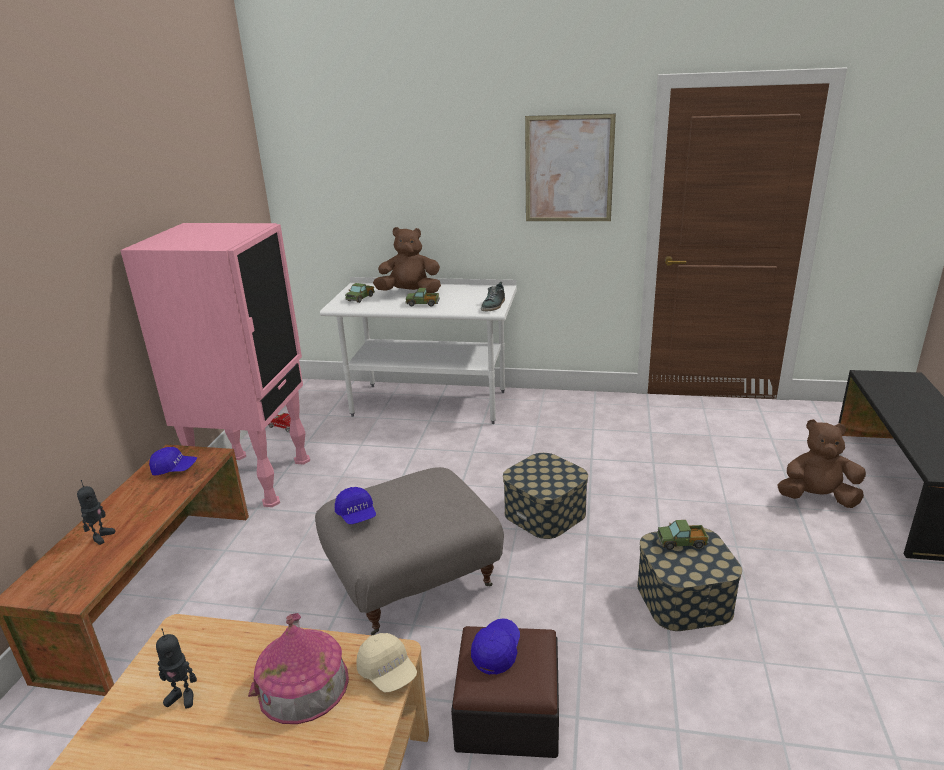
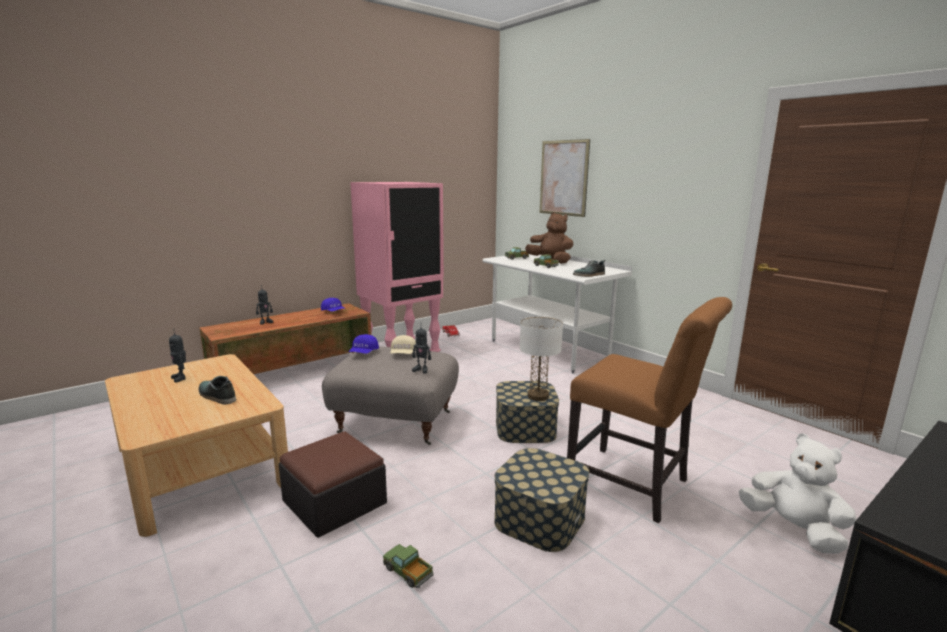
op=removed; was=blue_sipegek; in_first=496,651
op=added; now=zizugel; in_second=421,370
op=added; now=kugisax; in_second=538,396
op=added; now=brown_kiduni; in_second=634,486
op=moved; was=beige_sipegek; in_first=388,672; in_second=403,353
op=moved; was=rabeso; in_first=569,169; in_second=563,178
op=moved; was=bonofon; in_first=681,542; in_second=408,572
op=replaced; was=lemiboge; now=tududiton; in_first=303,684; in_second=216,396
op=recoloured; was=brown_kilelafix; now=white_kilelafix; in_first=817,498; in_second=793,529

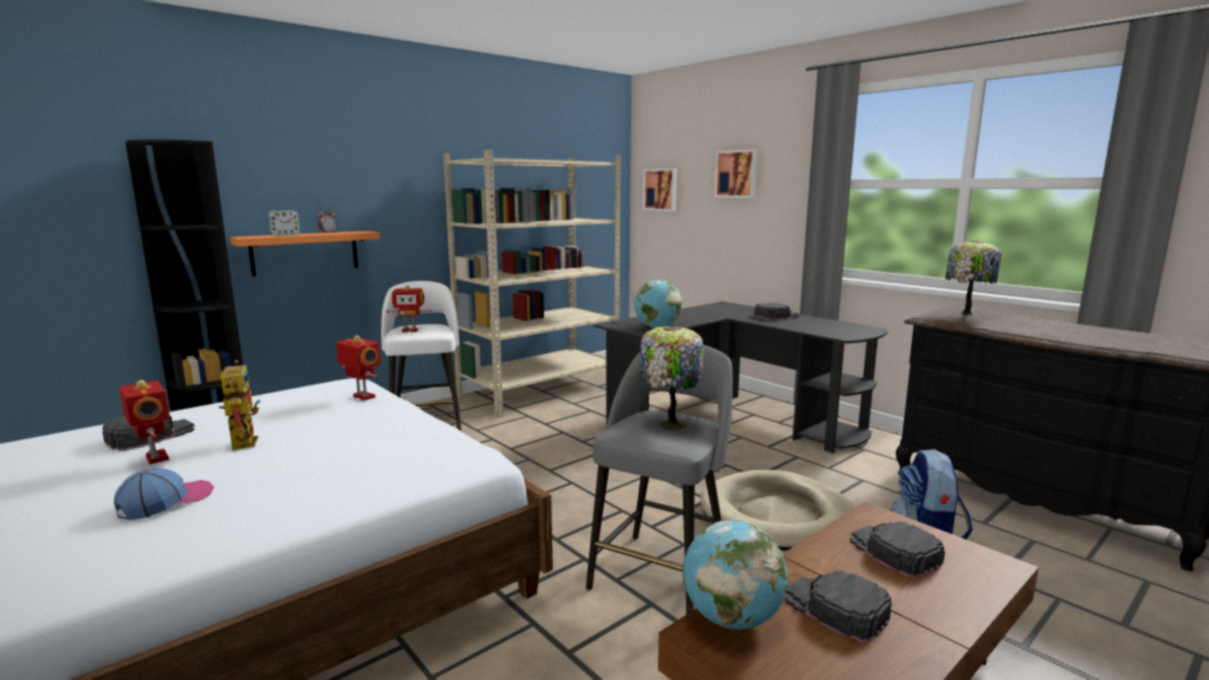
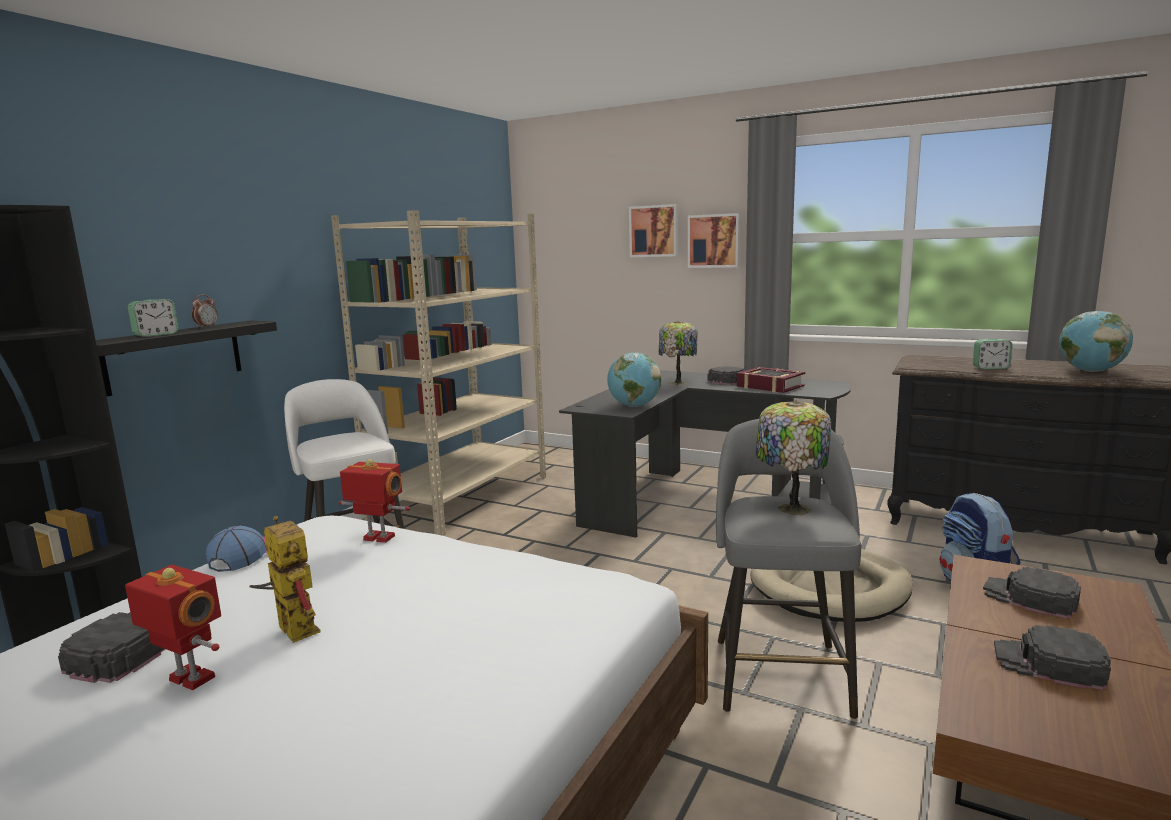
op=removed; was=zizugel; in_first=410,330
op=added; now=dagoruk; in_second=770,386
op=added; now=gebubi; in_second=990,367
op=moved; was=sipegek; in_first=166,501; in_second=244,555
op=moved; was=rabeso; in_first=661,189; in_second=714,241
op=moved; was=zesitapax; in_first=732,618; in_second=1090,371
op=moved; was=kugisax; in_first=965,315; in_second=677,383
op=recoloured; was=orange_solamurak; now=black_solamurak; in_first=305,252; in_second=174,356

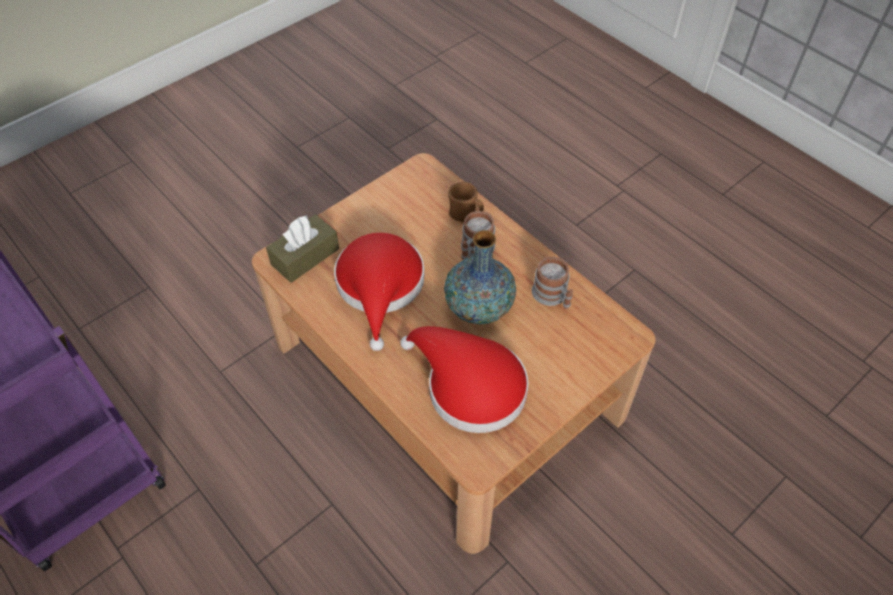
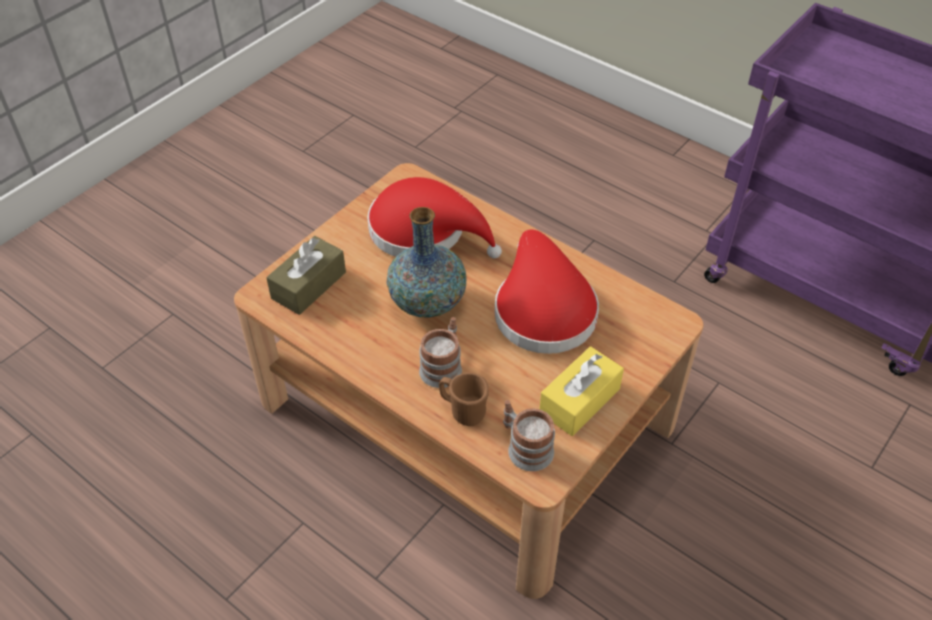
op=added; now=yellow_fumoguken; in_second=579,400
op=moved; was=brown_fumoguken; in_first=305,256; in_second=309,285
op=moved; was=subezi; in_first=553,296; in_second=525,447

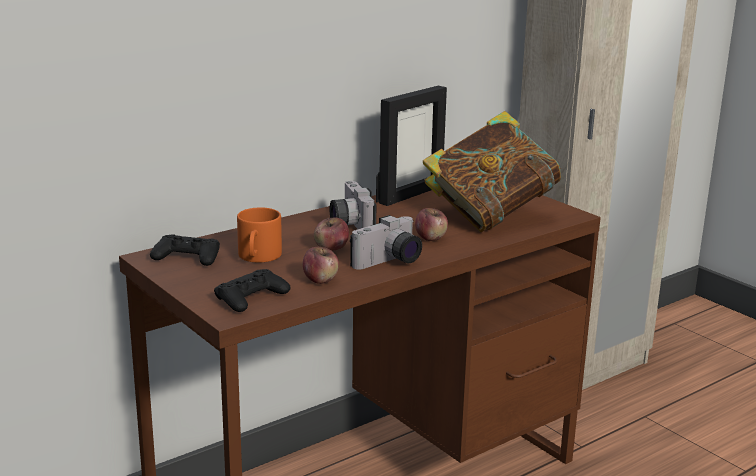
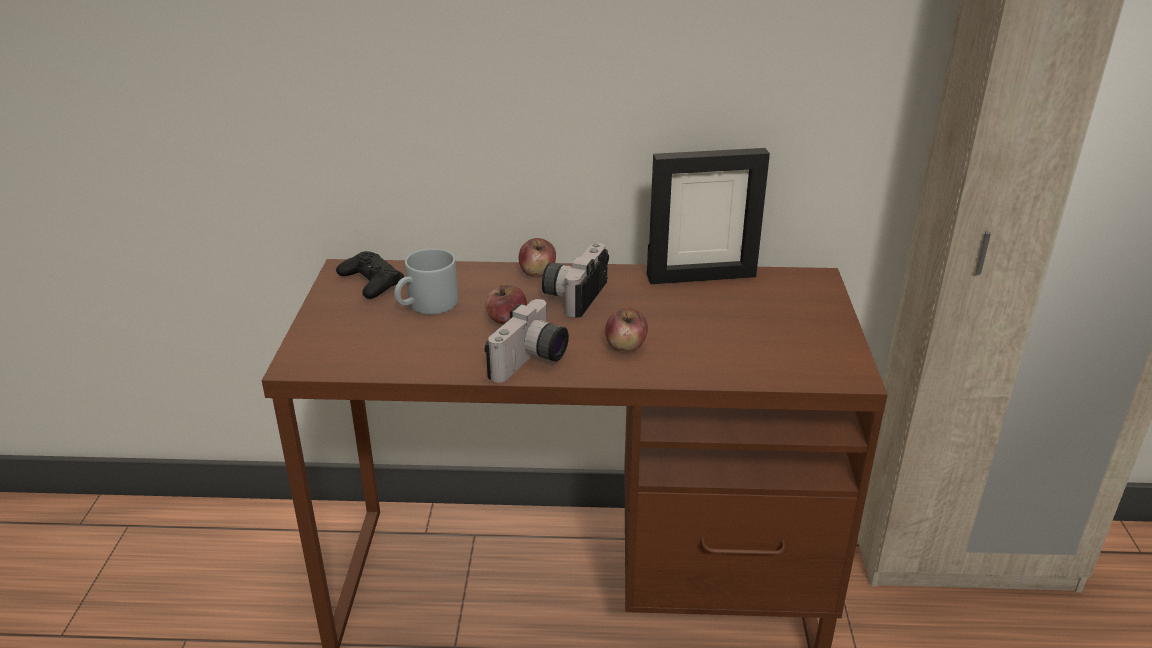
op=removed; was=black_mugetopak; in_first=251,298
op=removed; was=dagoruk; in_first=490,215
op=moved; was=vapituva; in_first=320,280; in_second=537,272
op=recoloured; was=orange_subezi; now=grey_subezi; in_first=259,257; in_second=427,305
op=turned; was=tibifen; in_first=389,262; in_second=531,362; clockwise=-60

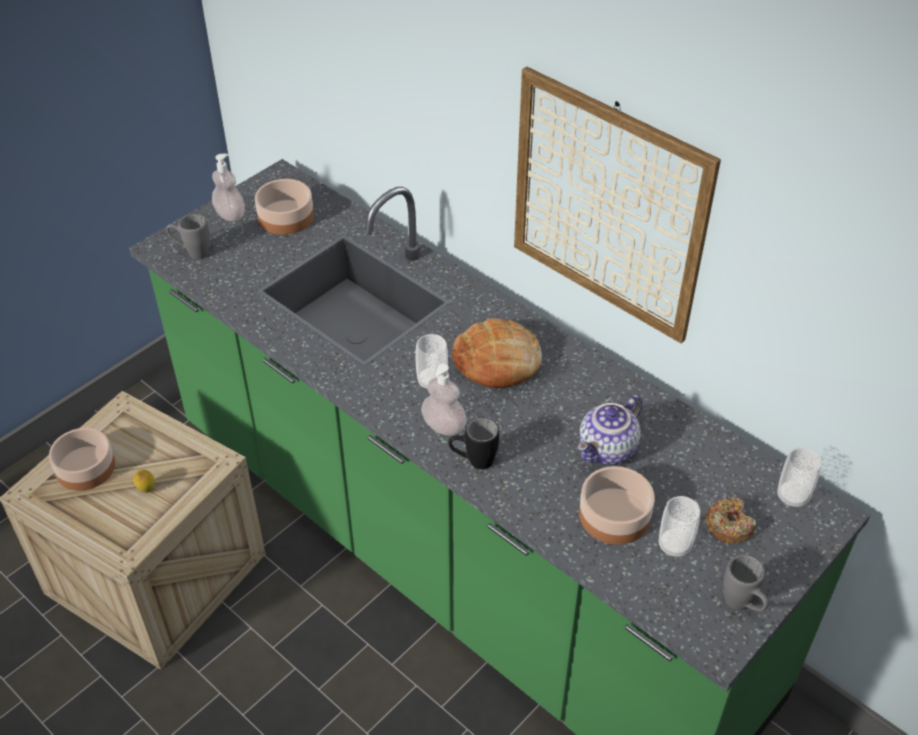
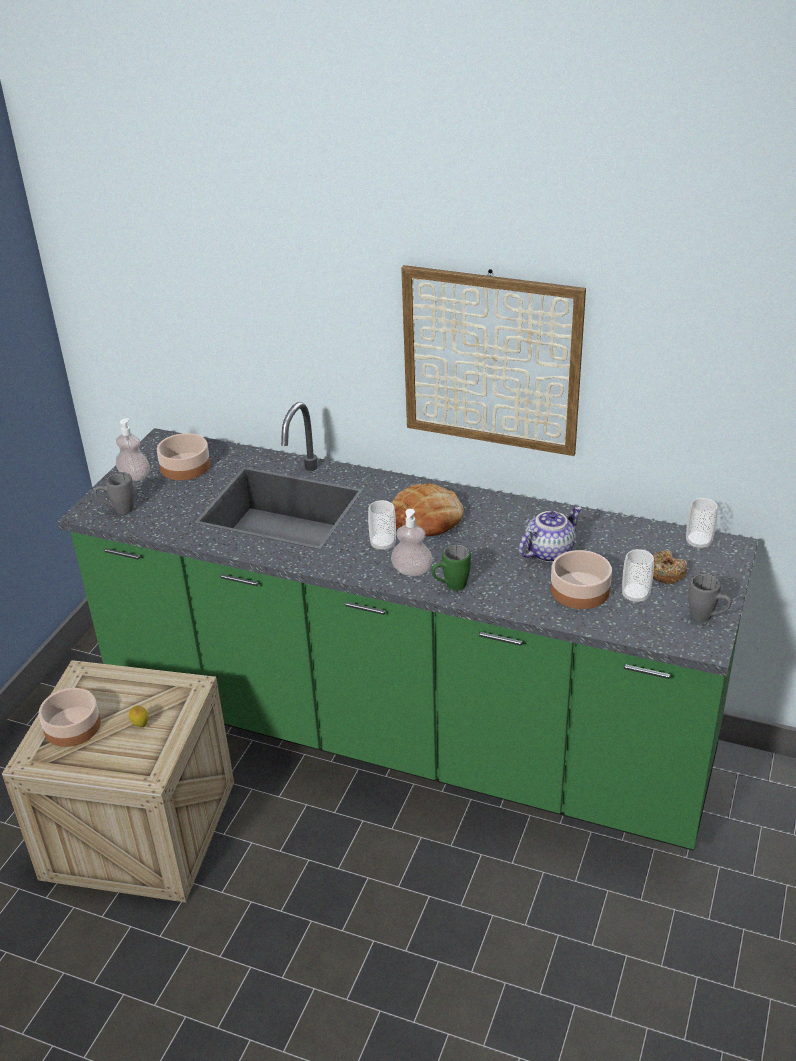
op=recoloured; was=black_subezi; now=green_subezi; in_first=473,461; in_second=450,587
op=turned; was=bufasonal; in_first=608,450; in_second=548,551; clockwise=-150

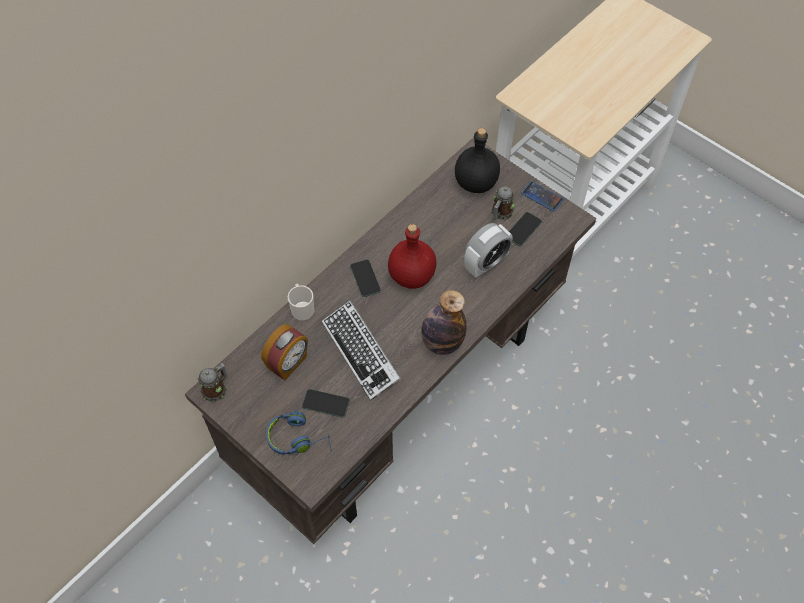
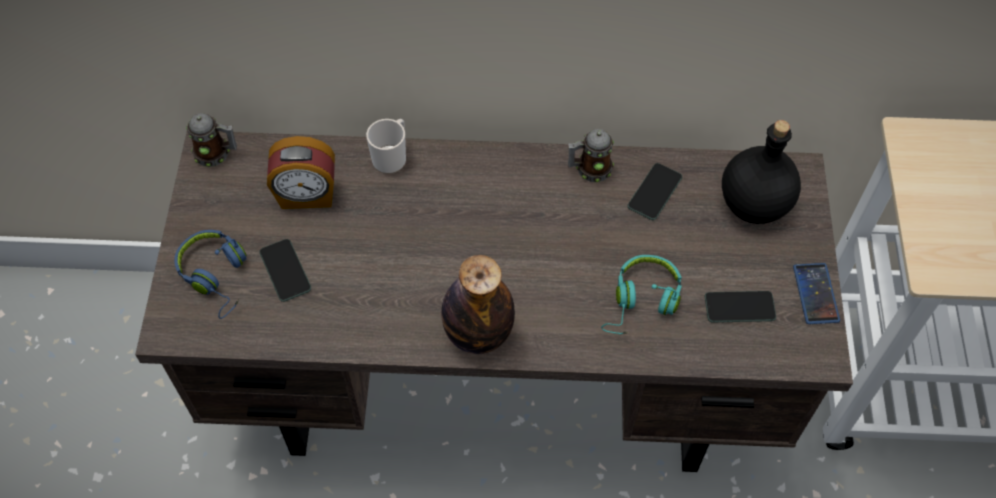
op=removed; was=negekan; in_first=361,353
op=removed; was=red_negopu; in_first=411,275
op=moved; was=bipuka; in_first=365,278; in_second=654,192
op=moved; was=subezi; in_first=500,213; in_second=589,169
op=replaced; was=gebubi; now=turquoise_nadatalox; in_first=486,264; in_second=641,302

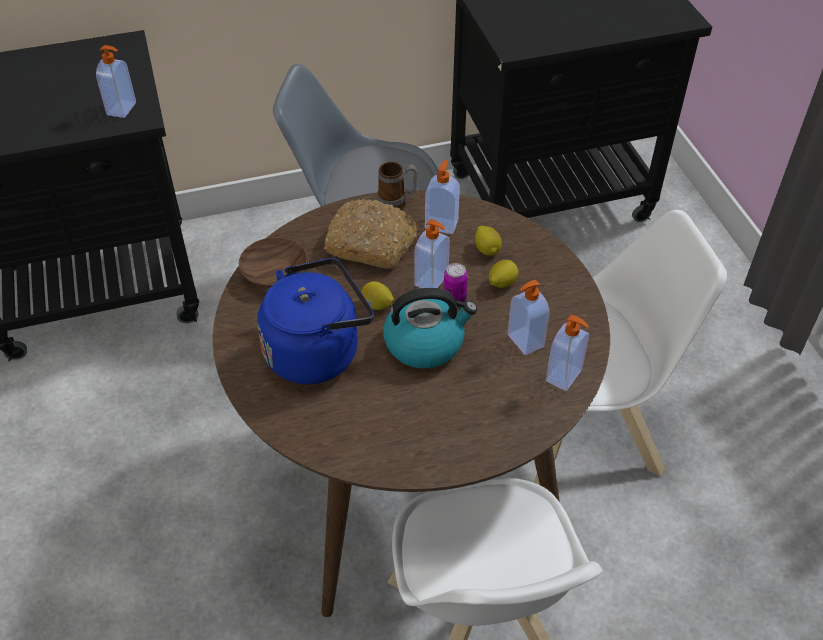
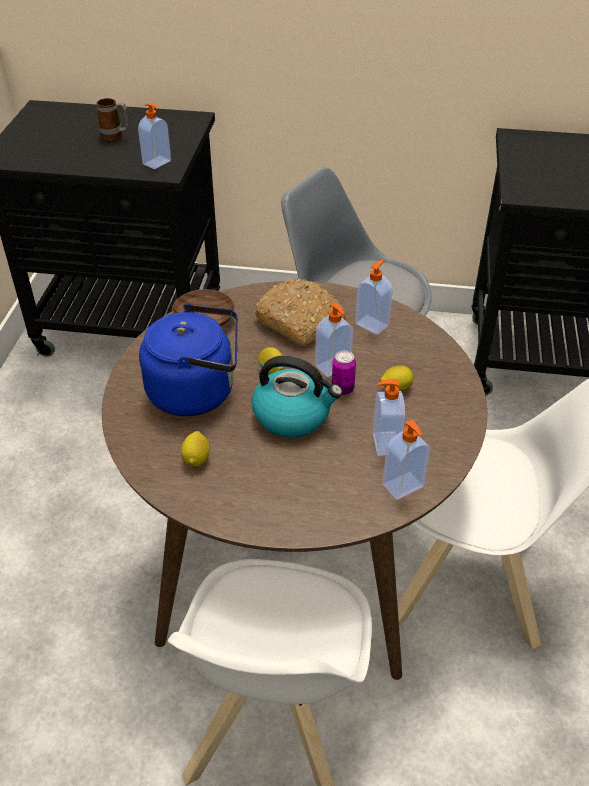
op=moved; was=subezi; in_first=397,204; in_second=116,137
op=moved; was=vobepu; in_first=487,249; in_second=197,459

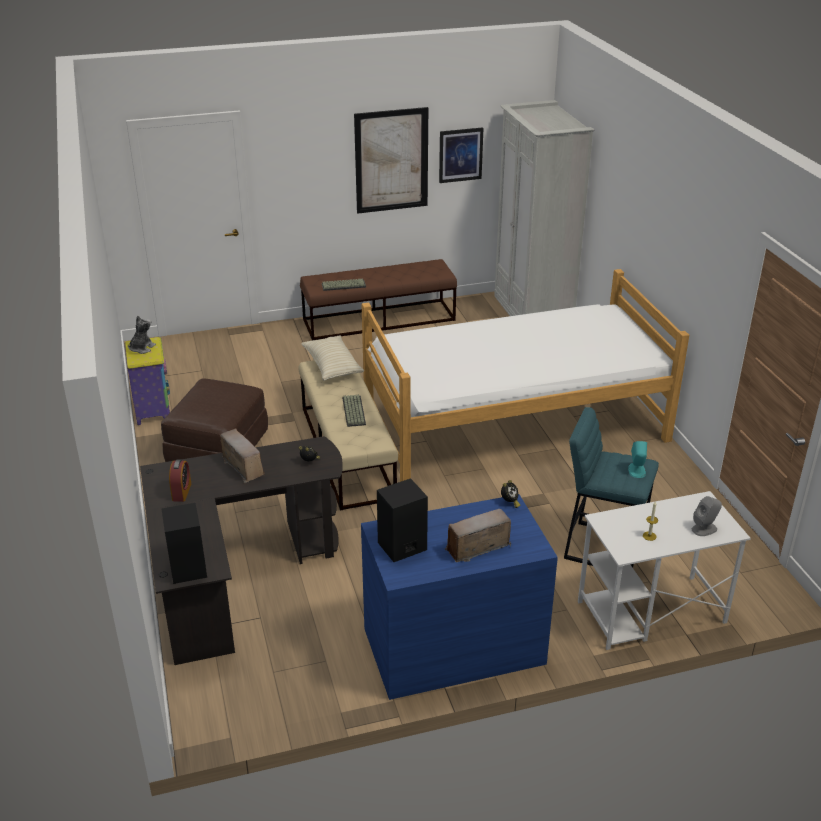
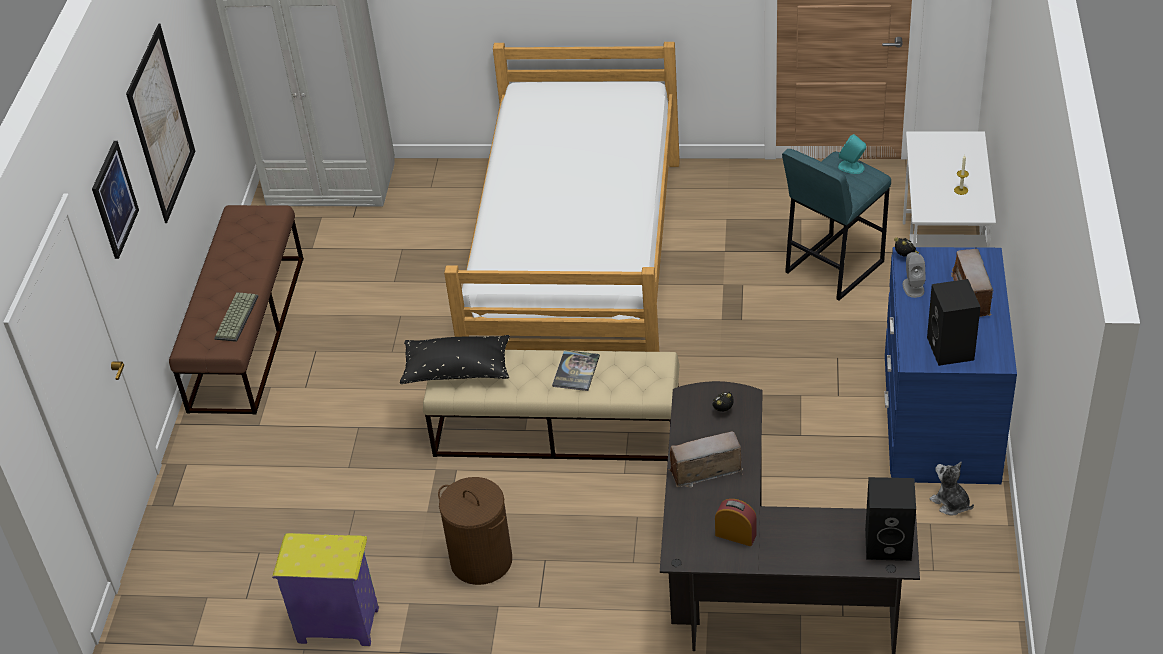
op=moved; was=kilelafix; in_first=141,348; in_second=950,503
op=moved; was=rabeso; in_first=460,155; in_second=114,199
op=moved; was=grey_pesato; in_first=704,529; in_second=913,287
op=replaced; was=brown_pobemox; now=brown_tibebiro; in_first=218,449; in_second=481,561
op=replaced; was=negekan; now=dagoruk; in_first=352,411; in_second=576,371
op=recoloured; was=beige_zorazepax; now=black_zorazepax; in_first=332,367; in_second=457,370

